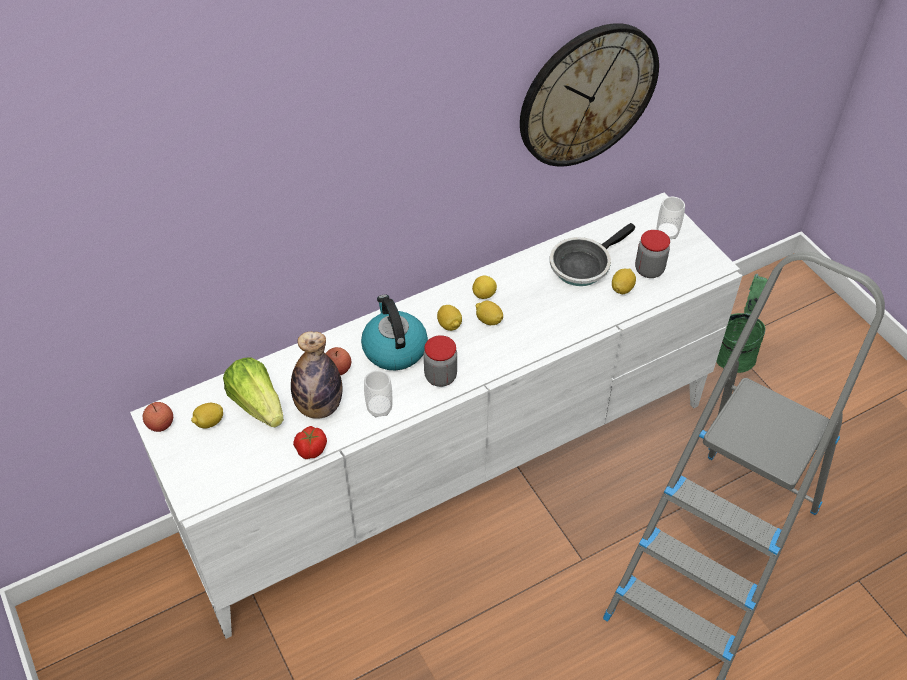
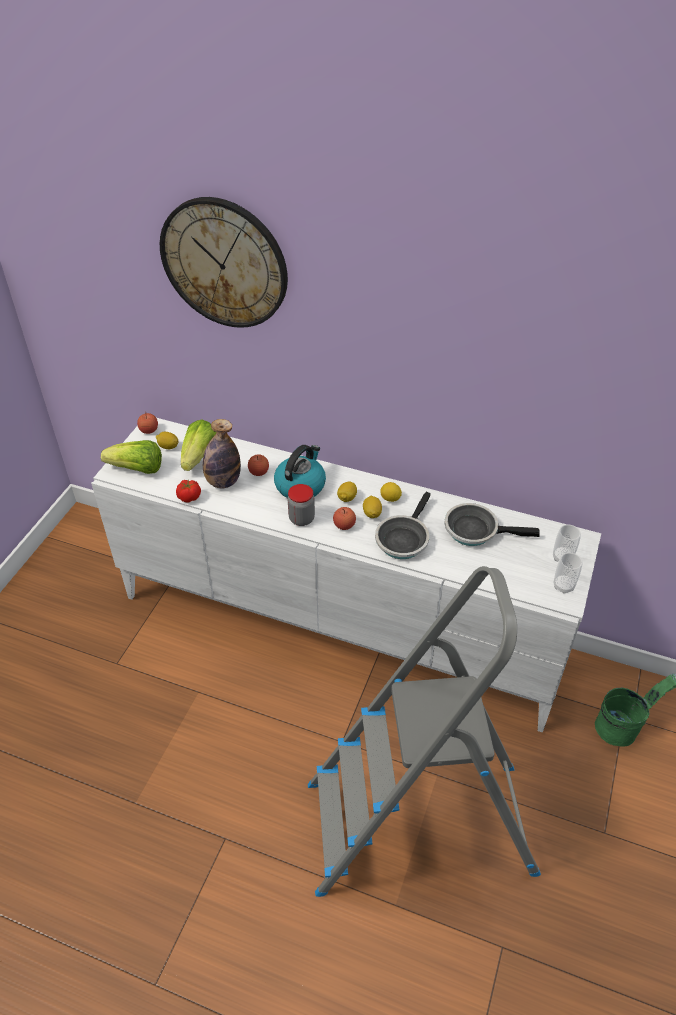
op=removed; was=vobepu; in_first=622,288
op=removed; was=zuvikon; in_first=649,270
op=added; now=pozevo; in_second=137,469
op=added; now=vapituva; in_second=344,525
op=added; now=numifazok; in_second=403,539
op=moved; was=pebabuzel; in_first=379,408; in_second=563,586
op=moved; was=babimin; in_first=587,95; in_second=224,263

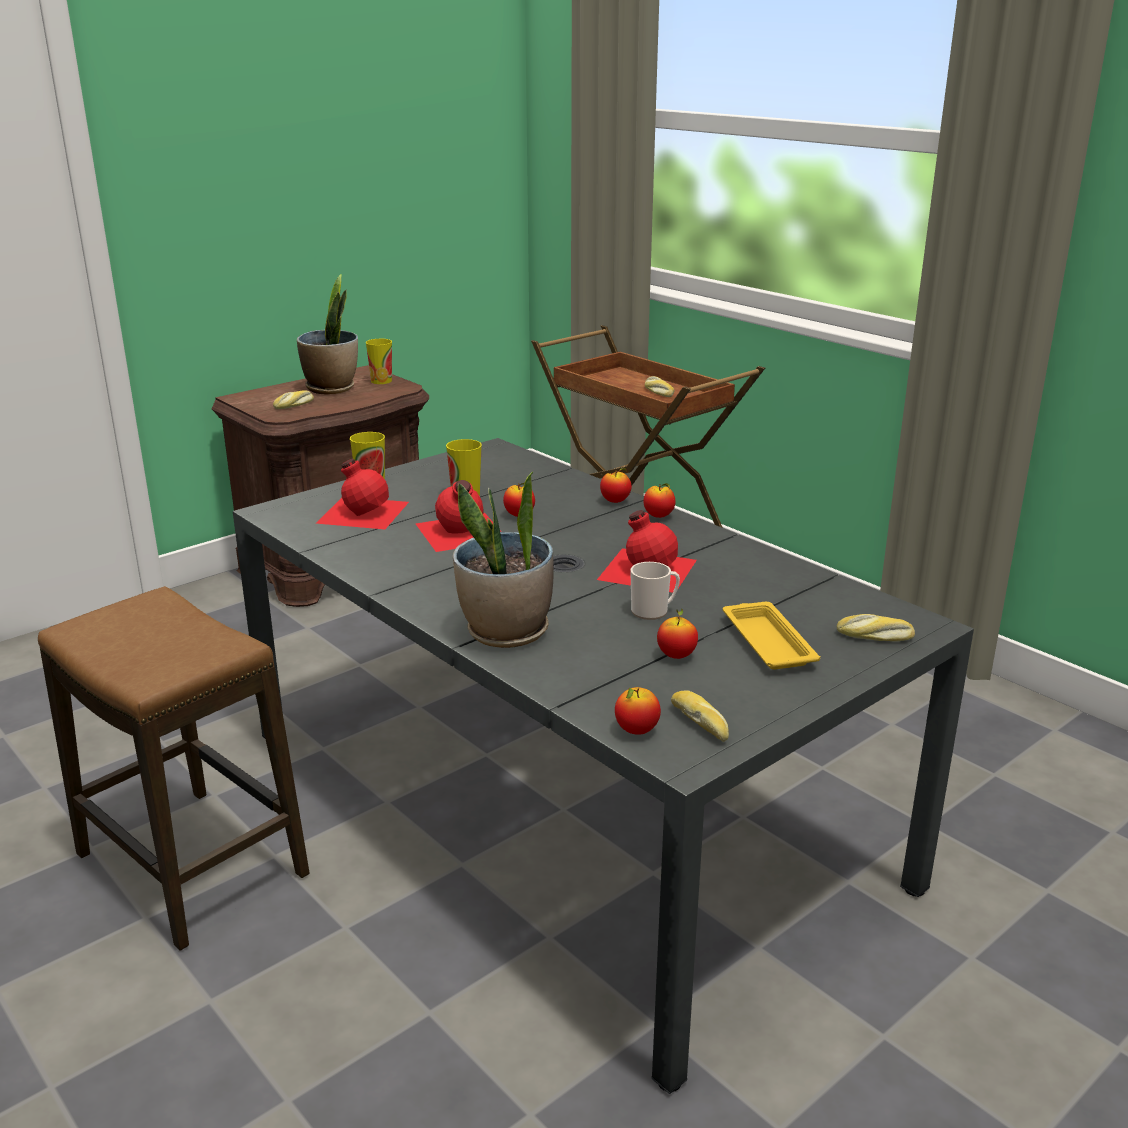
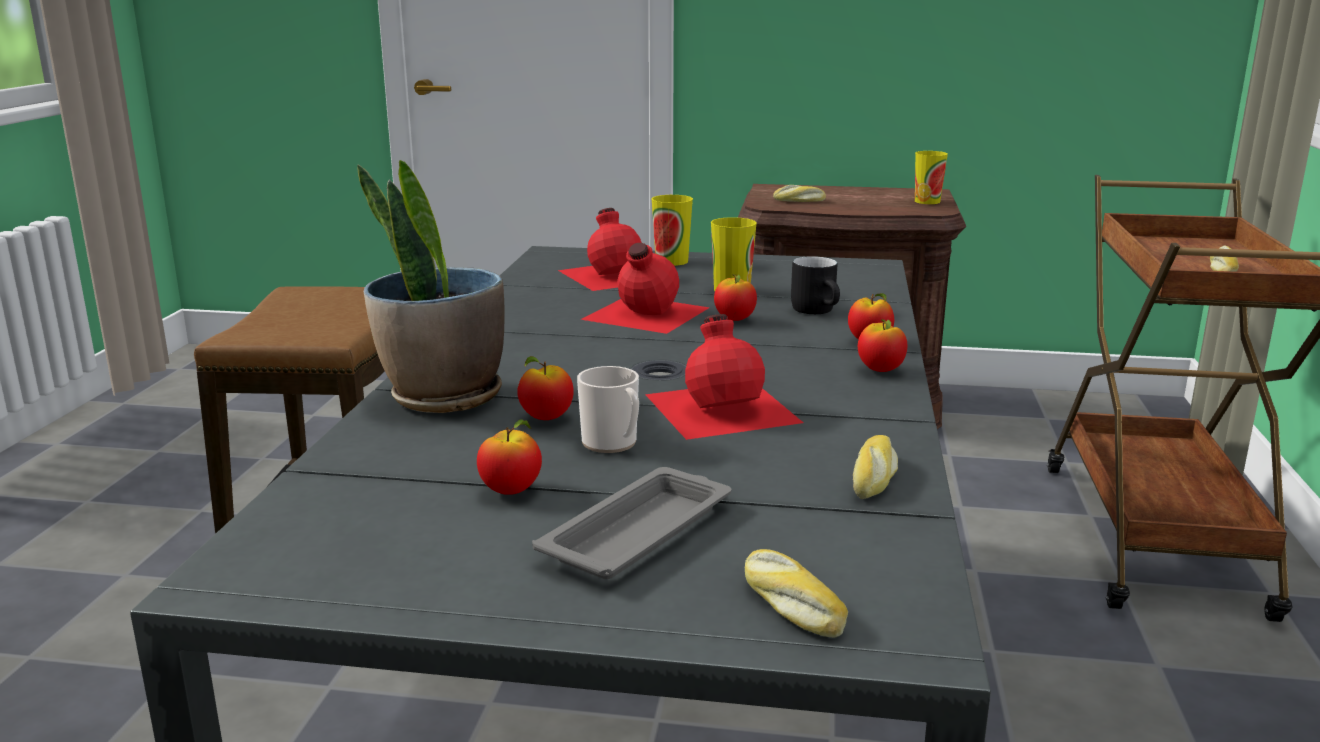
op=removed; was=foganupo; in_first=331,388
op=added; now=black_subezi; in_second=819,310
op=moved; was=vapituva; in_first=636,731; in_second=546,418
op=moved; was=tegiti; in_first=701,723; in_second=875,478
op=recoloured; was=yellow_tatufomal; now=grey_tatufomal; in_first=767,641; in_second=640,532

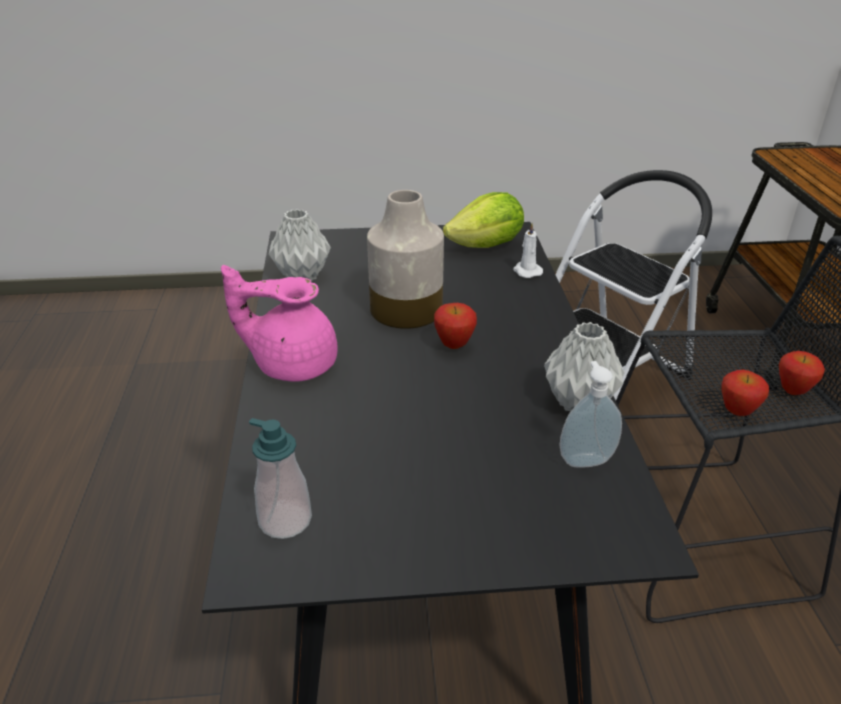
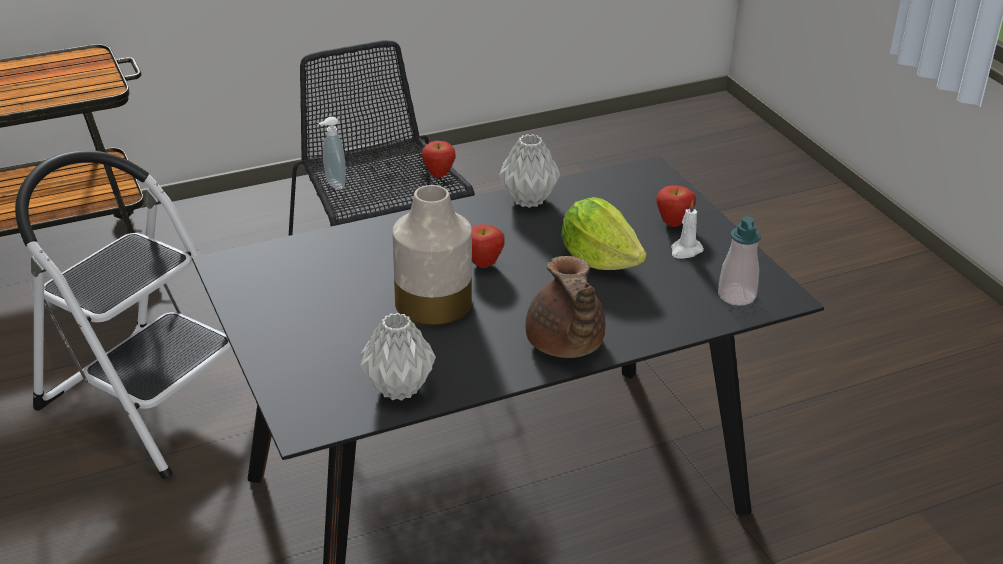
op=moved; was=pozevo; in_first=486,246; in_second=599,259
op=moved; was=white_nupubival; in_first=526,271; in_second=685,250
op=moved; was=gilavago; in_first=585,459; in_second=333,184
op=moved; was=vapituva; in_first=792,391; in_second=673,223
op=recoloured; was=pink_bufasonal; now=brown_bufasonal; in_first=292,363; in_second=564,345

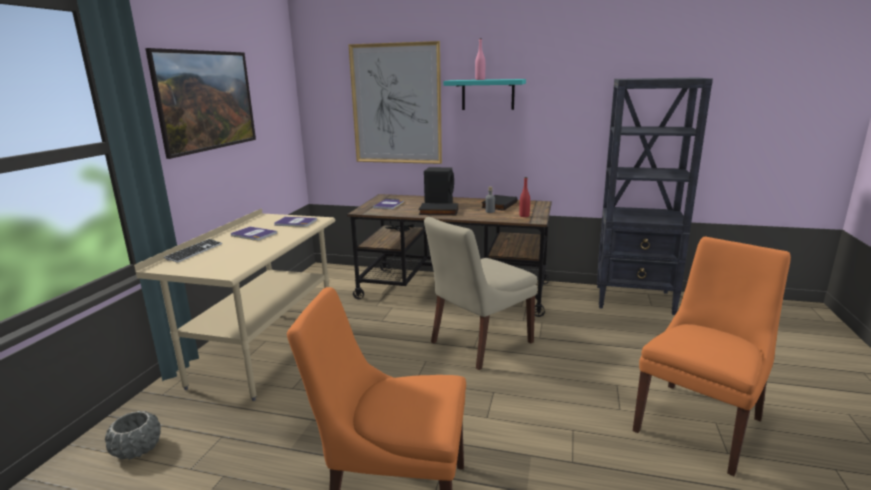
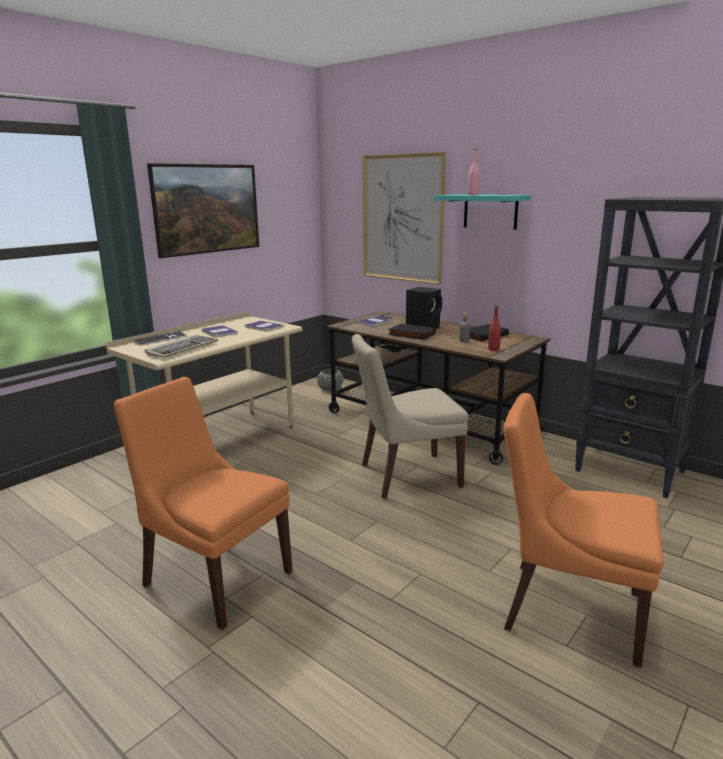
op=added; now=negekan; in_second=182,349
op=moved; was=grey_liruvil; in_first=137,449; in_second=330,388
op=turned; was=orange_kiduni; in_first=699,422; in_second=567,609; clockwise=-135

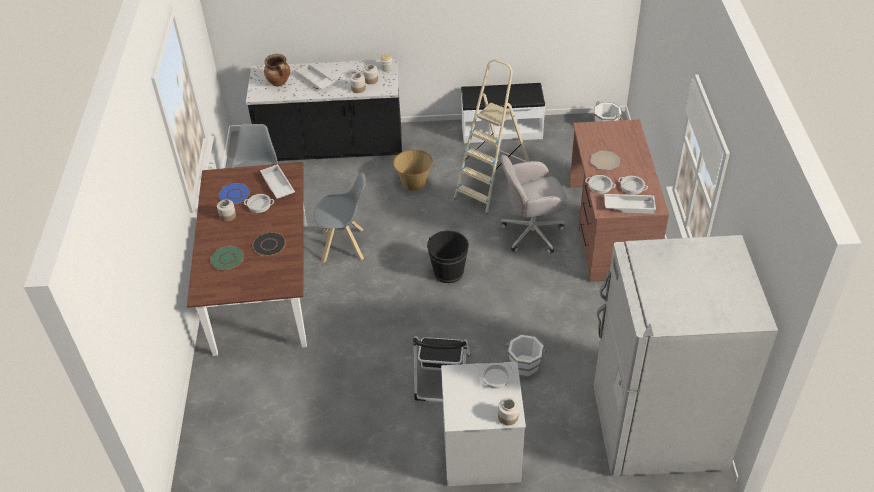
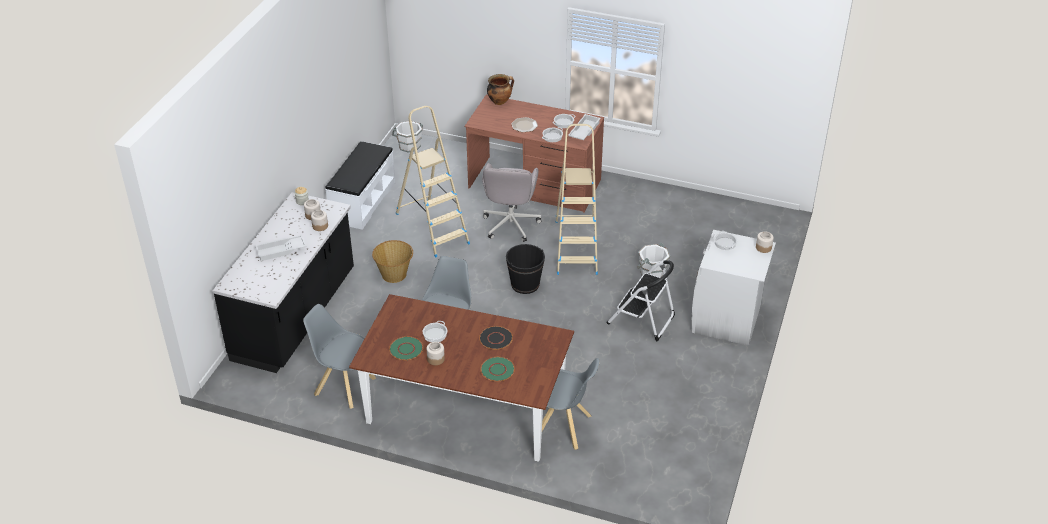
op=removed; was=white_tatufomal; in_first=277,185
op=removed; was=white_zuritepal; in_first=658,427
op=added; now=grey_kiduni; in_second=564,427
op=added; now=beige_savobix; in_second=576,247
op=moved; was=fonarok; in_first=279,83; in_second=500,101
op=recoloured; was=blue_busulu; now=green_busulu; in_first=234,194; in_second=406,349

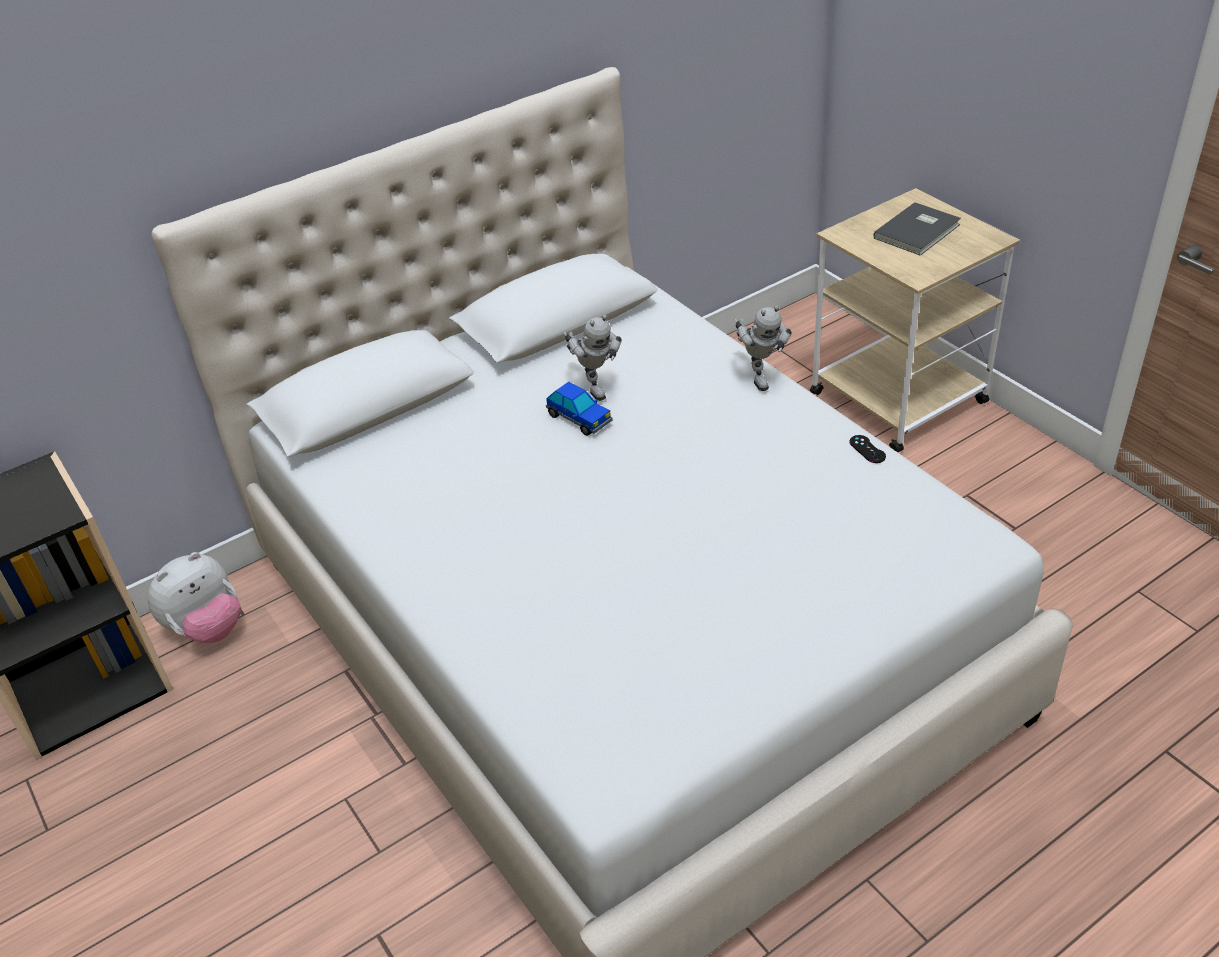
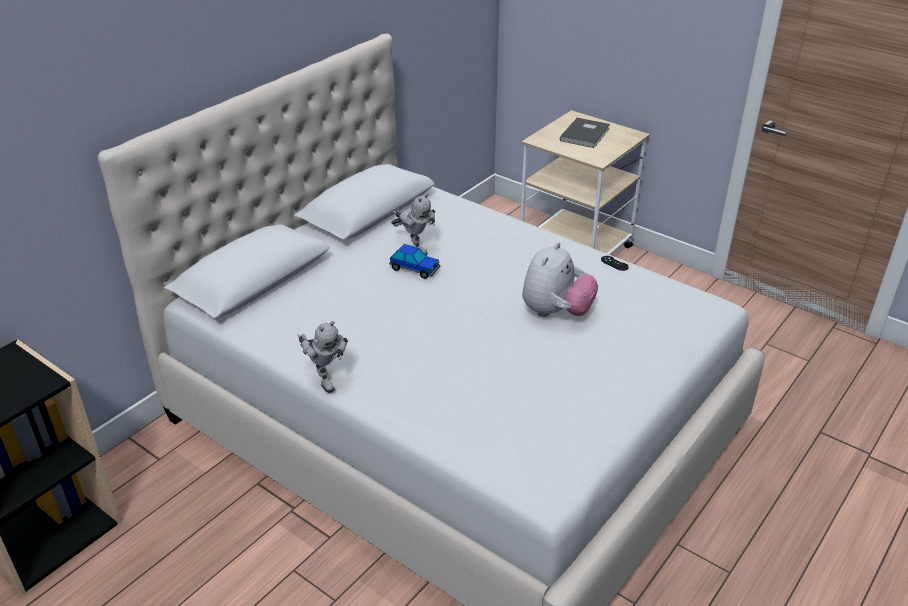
op=moved; was=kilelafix; in_first=207,628; in_second=556,312
op=moved; was=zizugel; in_first=759,375; in_second=324,378

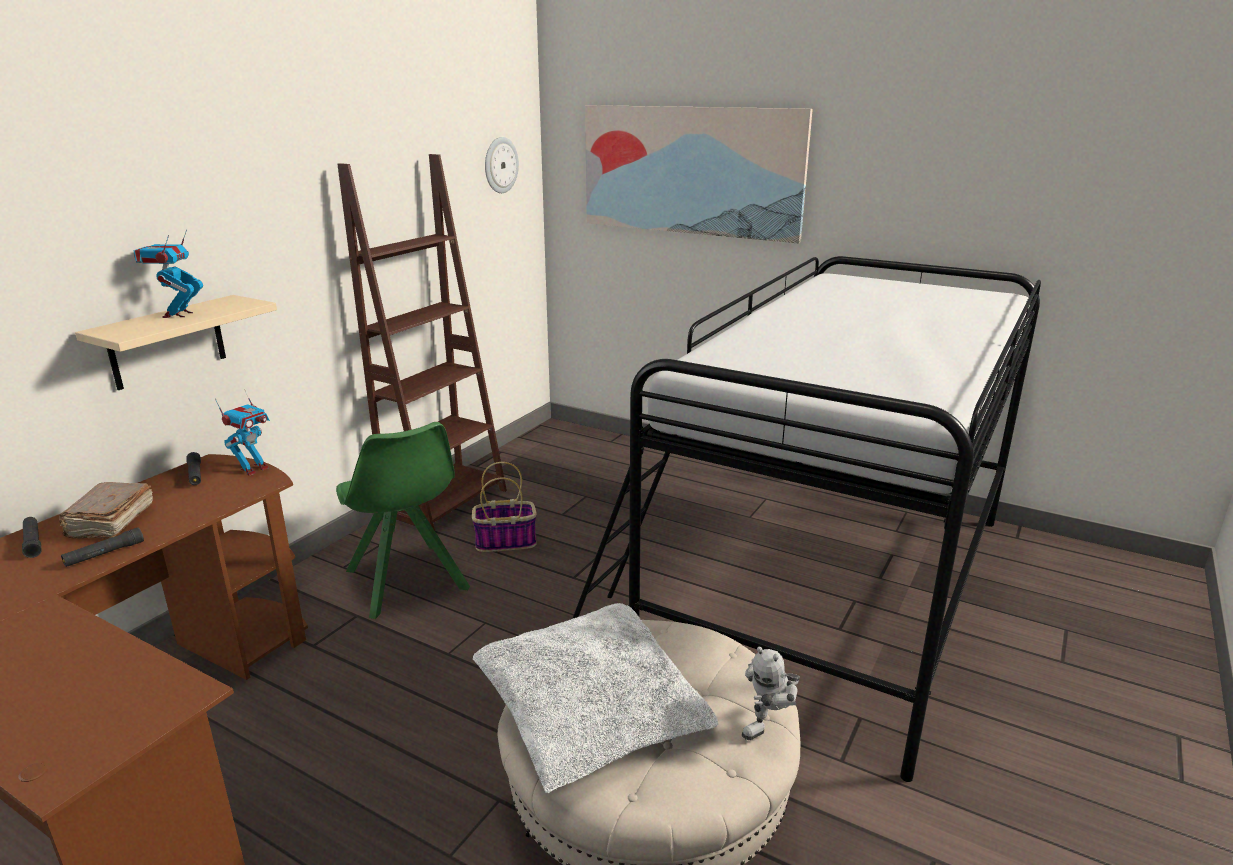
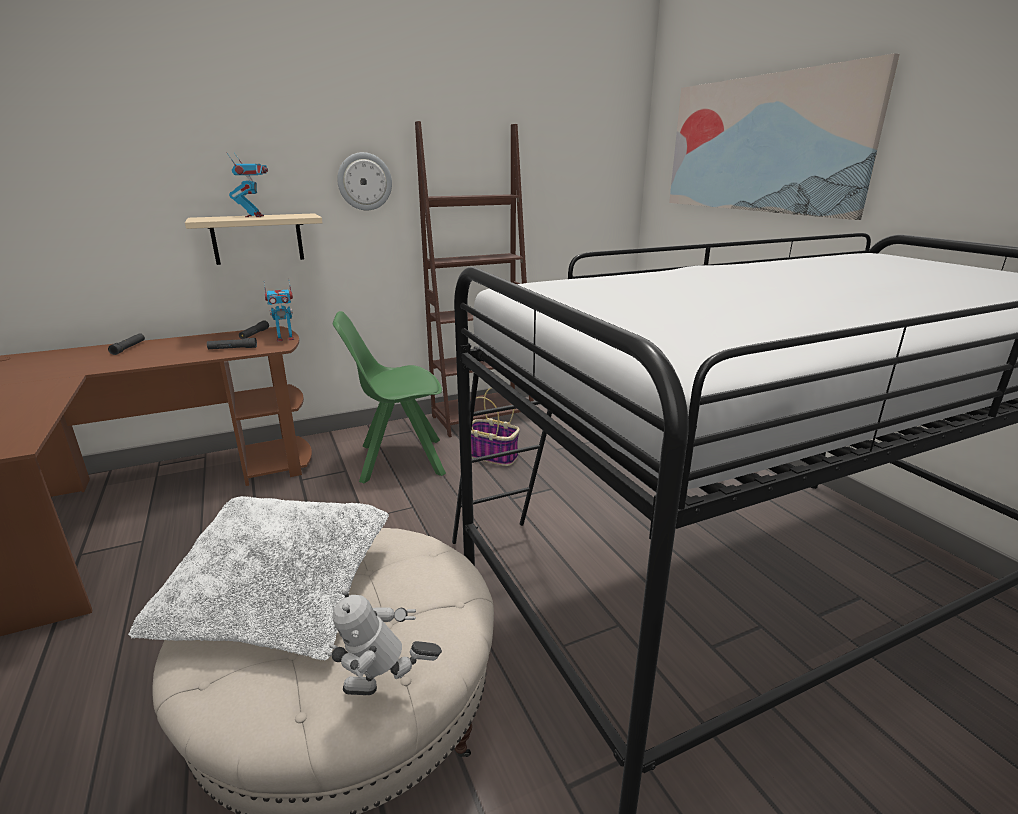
op=removed; was=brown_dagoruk; in_first=110,523
op=moved; was=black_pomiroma; in_first=104,554; in_second=232,348
op=moved; was=babimin; in_first=500,165; in_second=364,181
op=turned; was=zizugel; in_first=178,315; in_second=254,216; clockwise=135
op=turned; was=green_kiduni; in_first=407,582; in_second=398,460; clockwise=75

